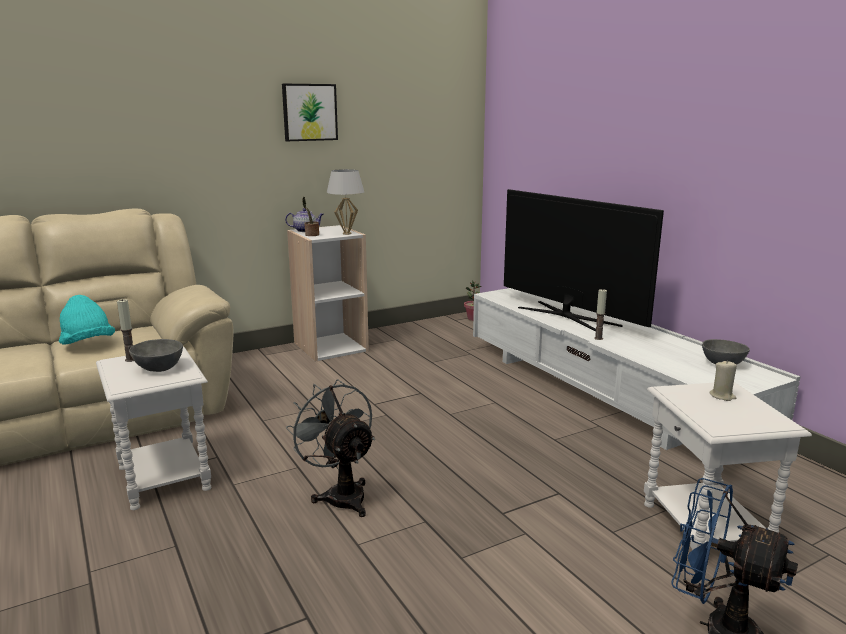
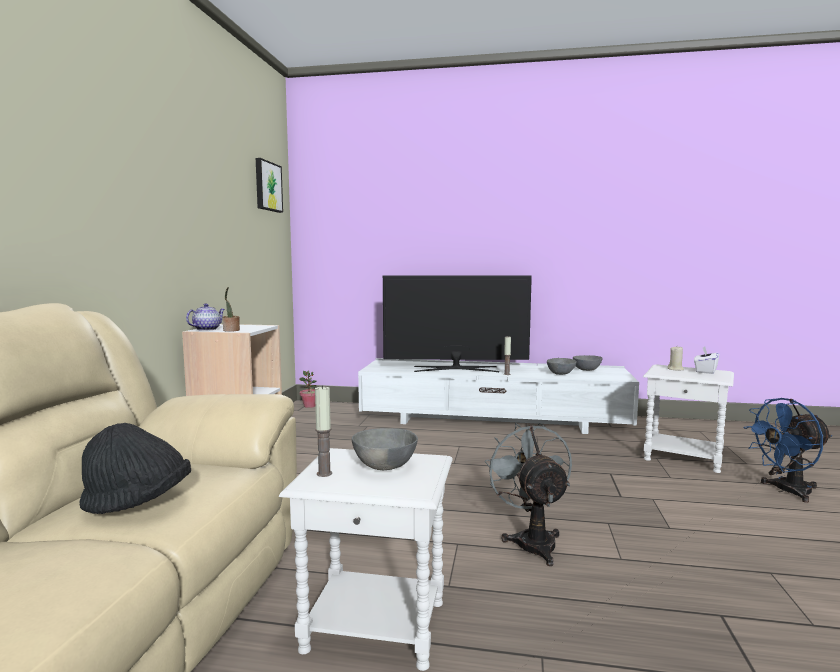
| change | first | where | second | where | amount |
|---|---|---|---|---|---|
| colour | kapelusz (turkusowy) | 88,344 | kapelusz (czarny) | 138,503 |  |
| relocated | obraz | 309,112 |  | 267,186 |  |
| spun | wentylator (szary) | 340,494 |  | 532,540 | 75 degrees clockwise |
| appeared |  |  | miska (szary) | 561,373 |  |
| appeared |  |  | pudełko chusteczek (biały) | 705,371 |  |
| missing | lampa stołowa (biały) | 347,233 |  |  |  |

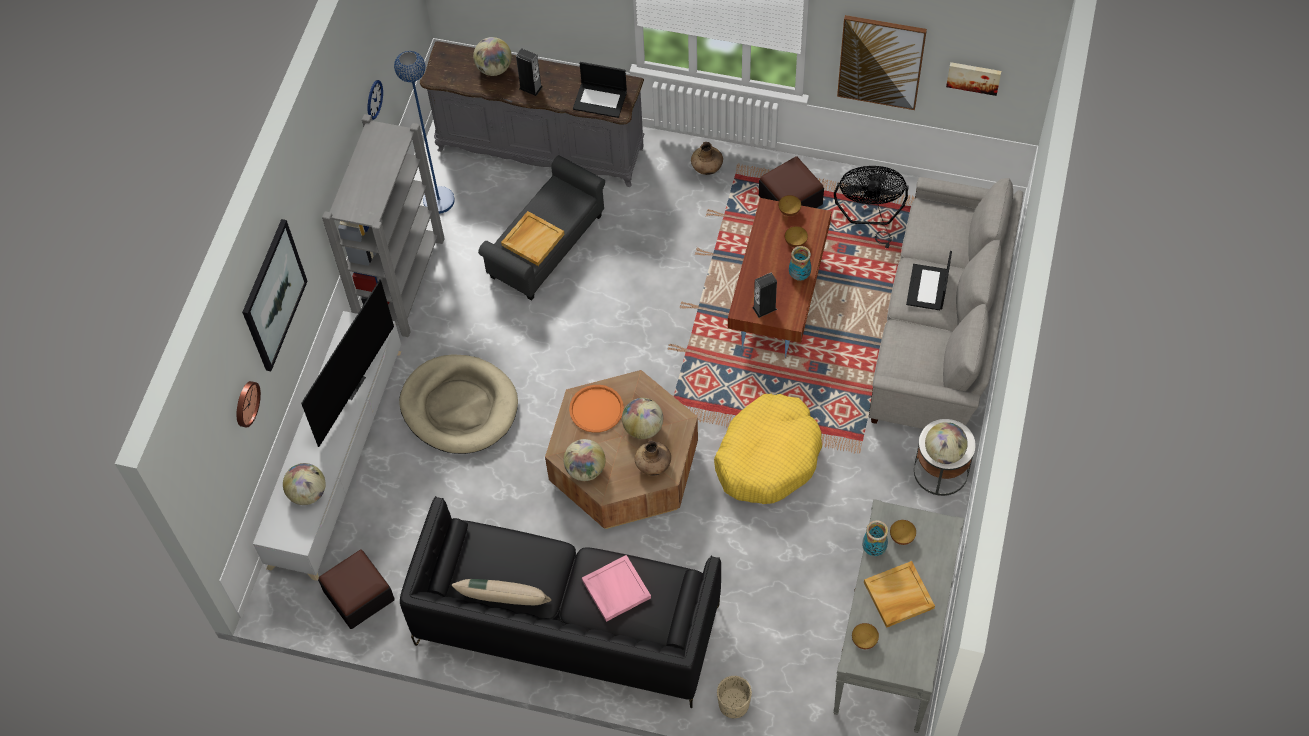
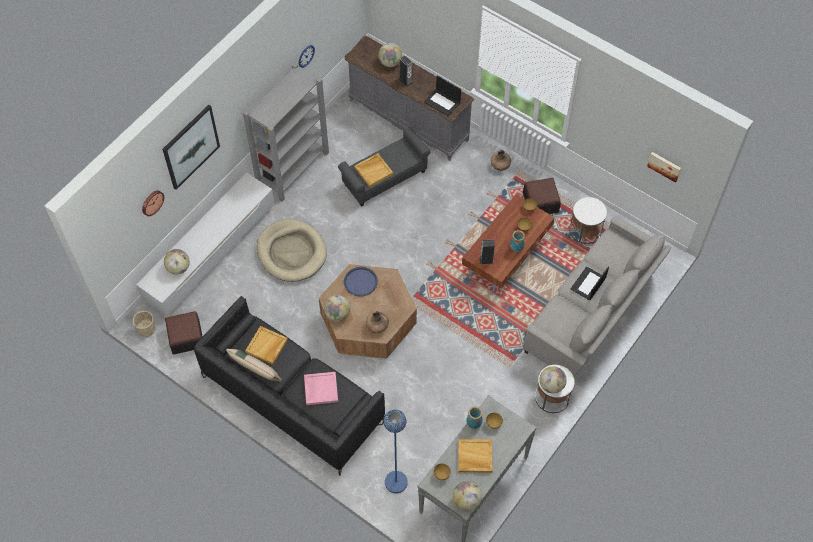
| change | first | where | second | where | amount |
|---|---|---|---|---|---|
| relocated | donica (beżowy) | 733,704 |  | 146,329 |  |
| appeared |  |  | taca (beżowy) | 266,346 |  |
| colour | taca (pomarańczowy) | 596,409 | taca (niebieski) | 360,282 |  |
| relocated | lampa stojąca (niebieski) | 439,200 |  | 396,482 |  |
| relocated | globus | 643,428 |  | 466,500 |  |
| exchanged | wentylator (czarny) | 872,216 | stolik (biały) | 585,230 |  |
| missing | telewizor | 350,385 |  |  |  |
| missing | legowisko (żółty) | 768,456 |  |  |  |
| missing | obraz | 881,61 |  |  |  |

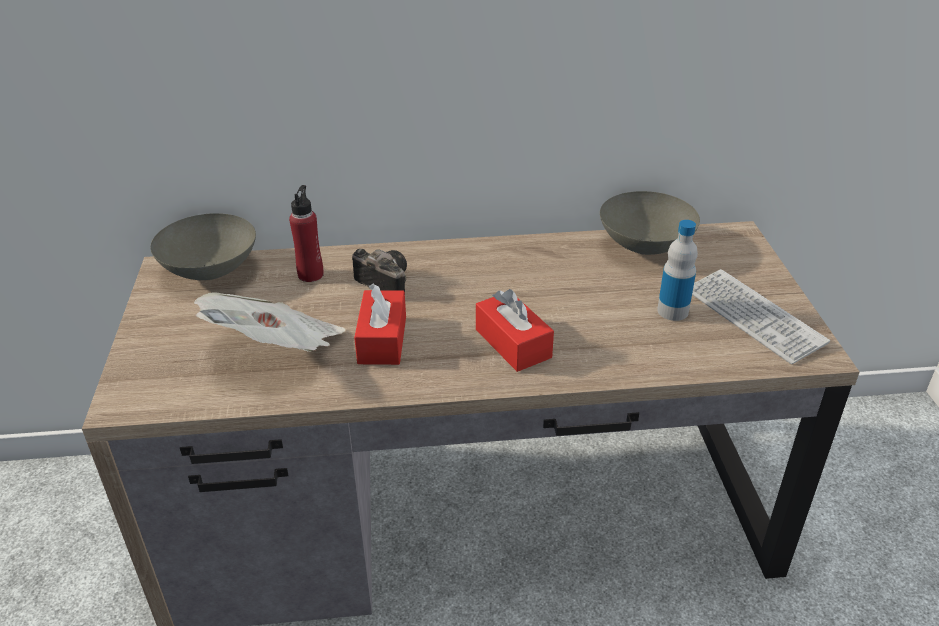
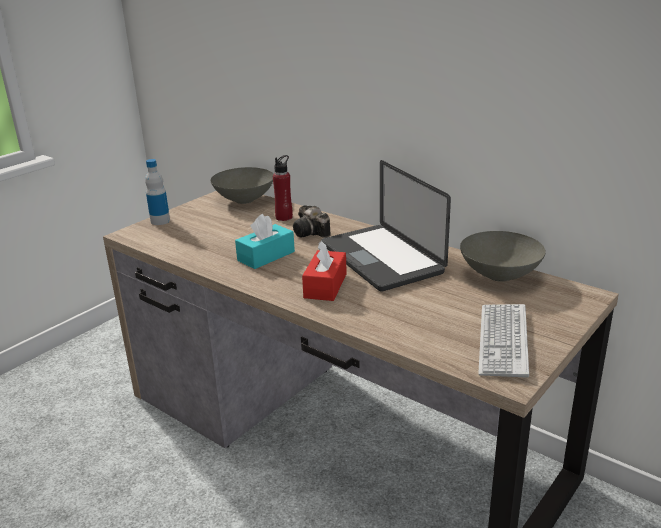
| change | first | where | second | where | amount |
|---|---|---|---|---|---|
| relocated | butelka | 672,311 |  | 160,221 |  |
| colour | pudełko chusteczek (czerwony) | 382,340 | pudełko chusteczek (turkusowy) | 266,256 |  |
| spun | aparat fotograficzny | 382,282 |  | 311,233 | 150 degrees clockwise |
| appeared |  |  | laptop | 381,258 |  |
| missing | gazeta | 278,350 |  |  |  |

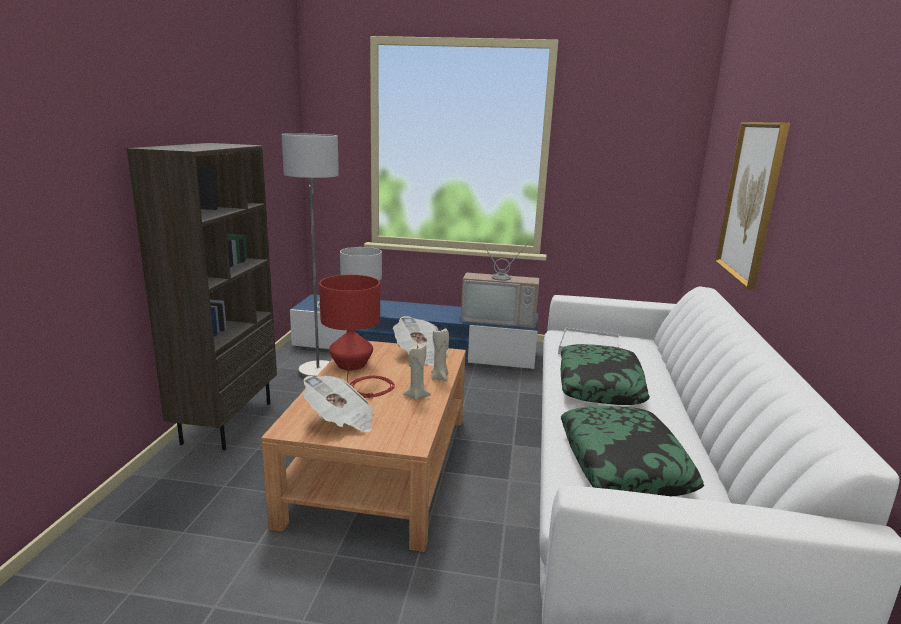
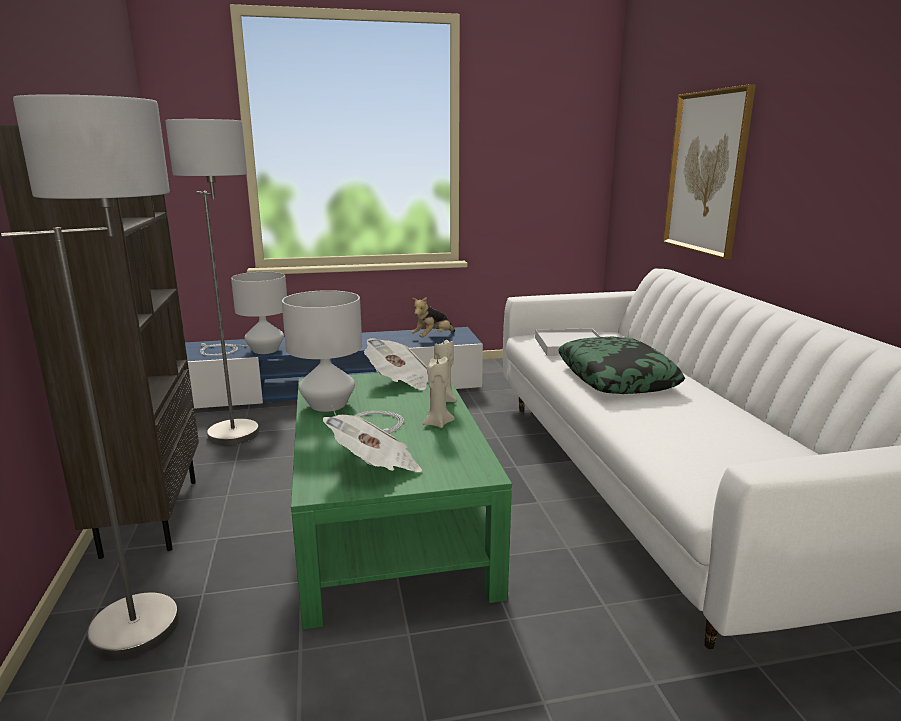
| change | first | where | second | where | amount |
|---|---|---|---|---|---|
| appeared |  |  | lampa stojąca (szary) | 161,618 |  |
| colour | lampa stołowa (czerwony) | 358,373 | lampa stołowa (biały) | 345,412 |  |
| colour | ława (brązowy) | 381,466 | ława (zielony) | 389,522 |  |
| exchanged | telewizor | 499,319 | pluszak | 433,338 |  |
| missing | poduszka | 623,463 |  |  |  |

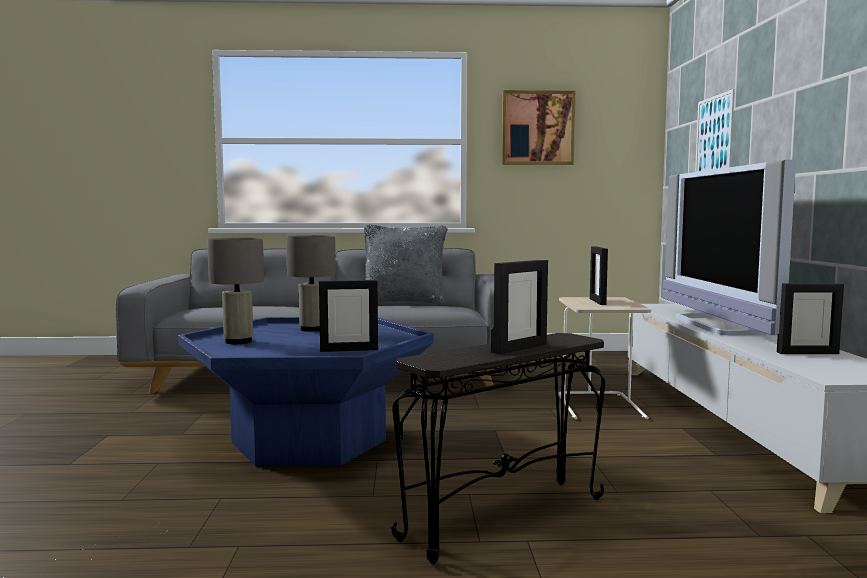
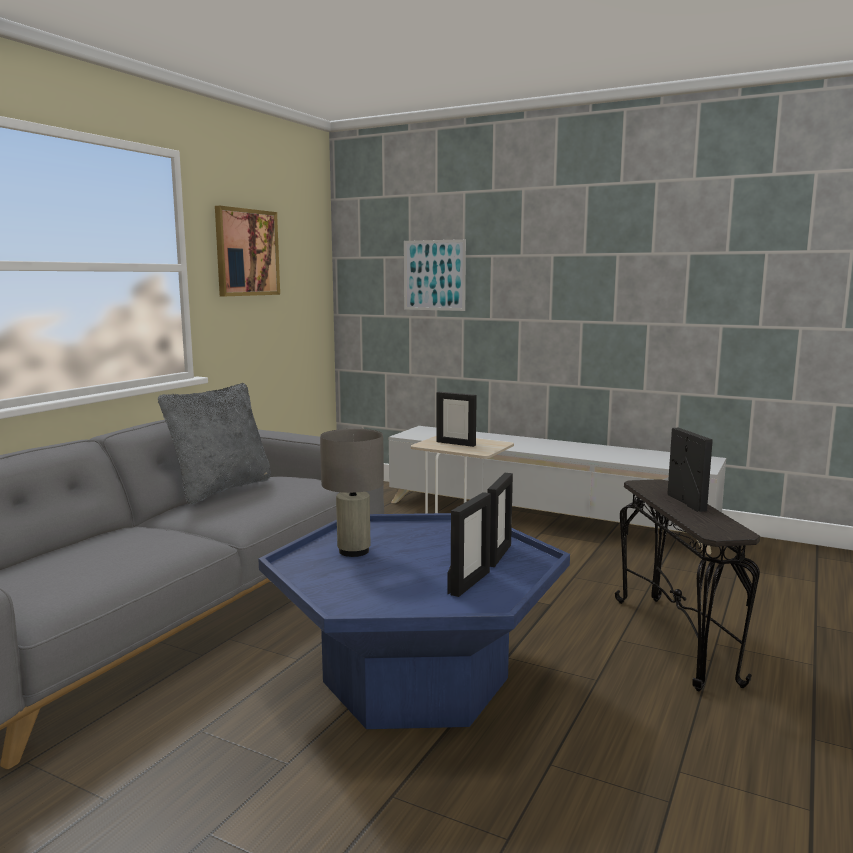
| change | first | where | second | where | amount |
|---|---|---|---|---|---|
| relocated | ramka na zdjęcie | 807,353 |  | 469,582 |  |
| missing | lampa stołowa (szary) | 238,342 |  |  |  |
| missing | telewizor | 716,325 |  |  |  |

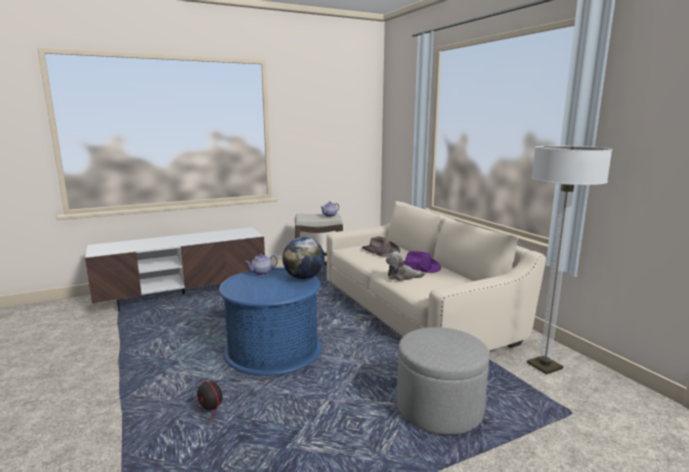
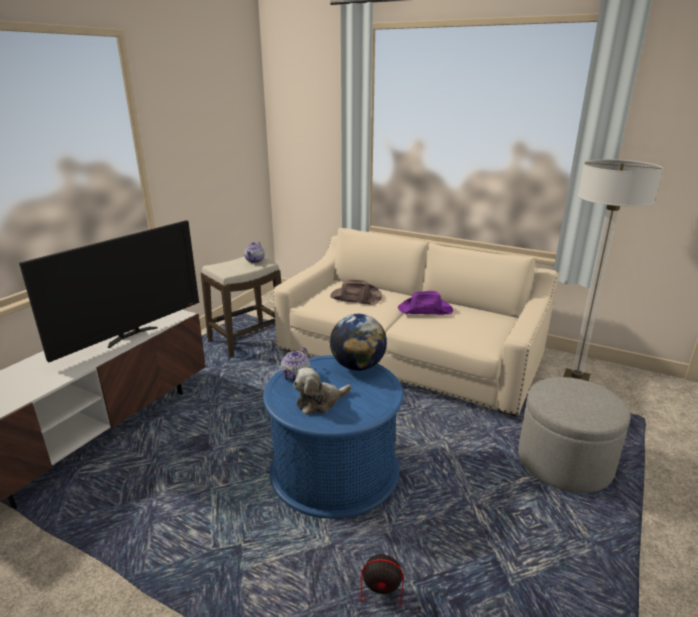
| change | first | where | second | where | amount |
|---|---|---|---|---|---|
| appeared |  |  | telewizor | 131,335 |  |
| relocated | pluszak | 402,277 |  | 320,402 |  |

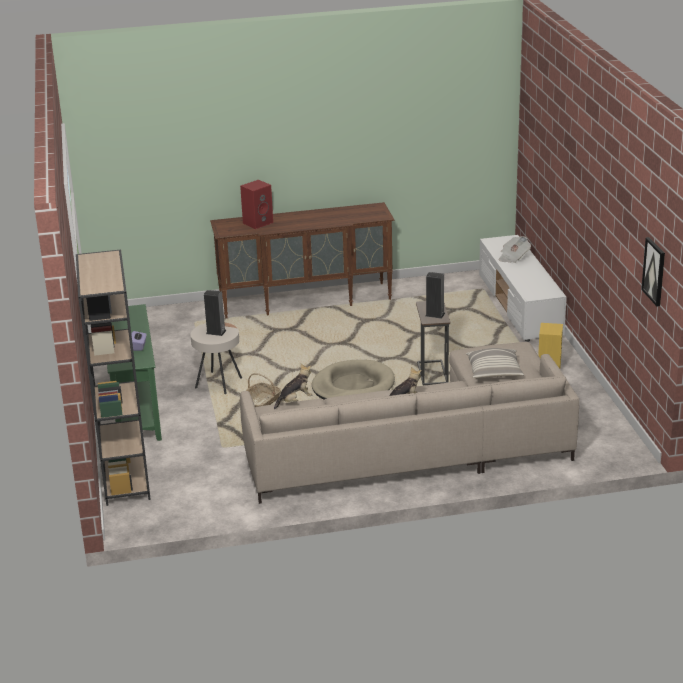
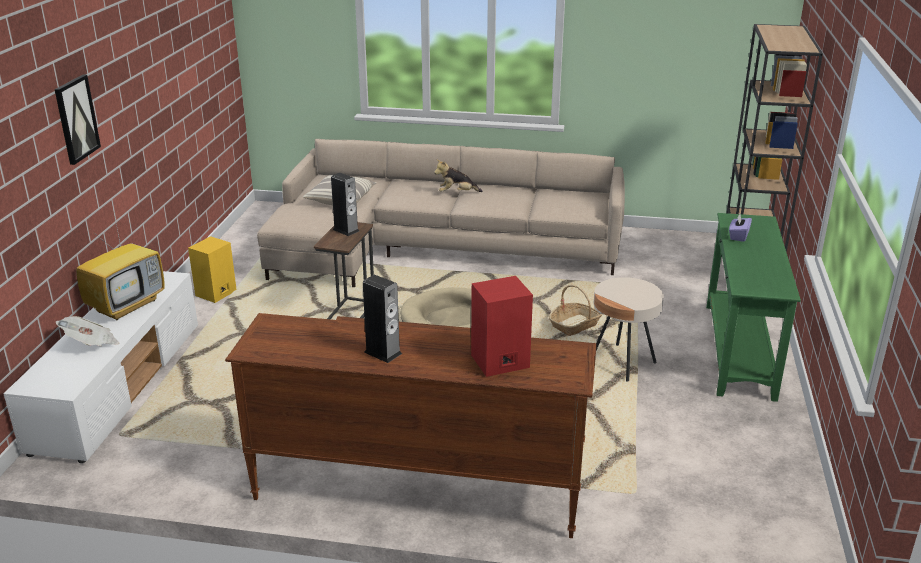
| change | first | where | second | where | amount |
|---|---|---|---|---|---|
| relocated | obraz | 654,271 |  | 76,119 |  |
| appeared |  |  | telewizor | 127,305 |  |
| relocated | głośnik | 216,332 |  | 383,353 |  |
| missing | pluszak | 295,401 |  |  |  |

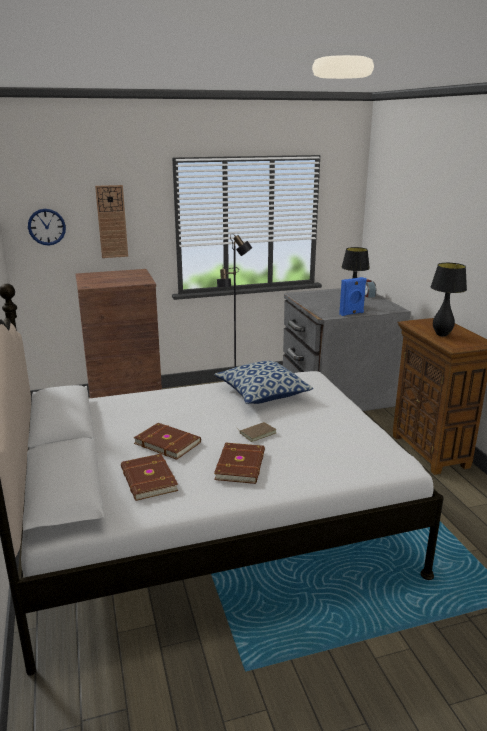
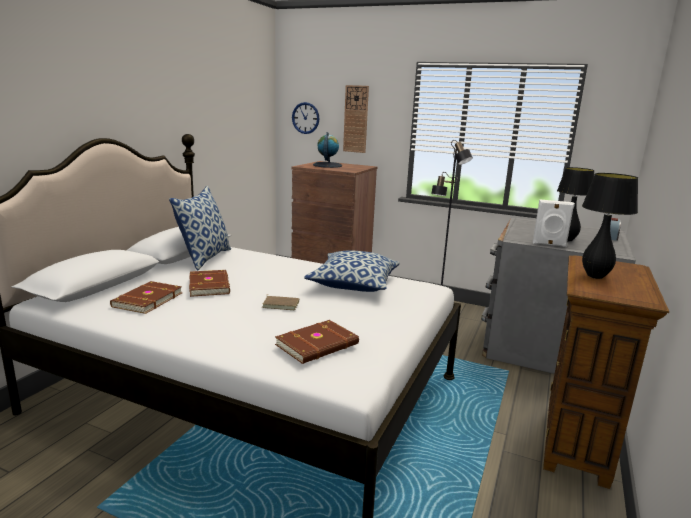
| change | first | where | second | where | amount |
|---|---|---|---|---|---|
| appeared |  |  | poduszka | 204,258 |  |
| relocated | książka (brązowy) | 241,465 |  | 318,345 |  |
| appeared |  |  | globus | 327,165 |  |
| colour | głośnik (niebieski) | 352,313 | głośnik (biały) | 549,244 |  |

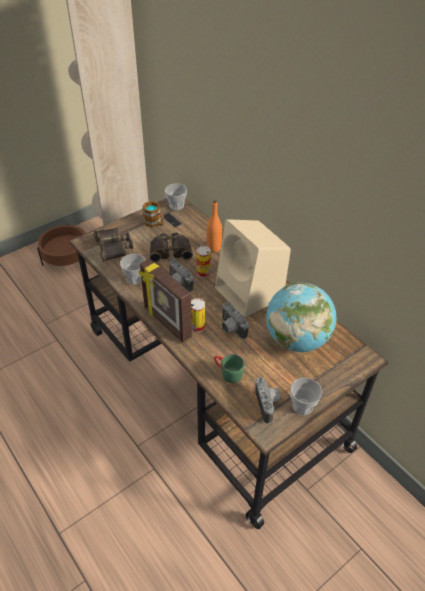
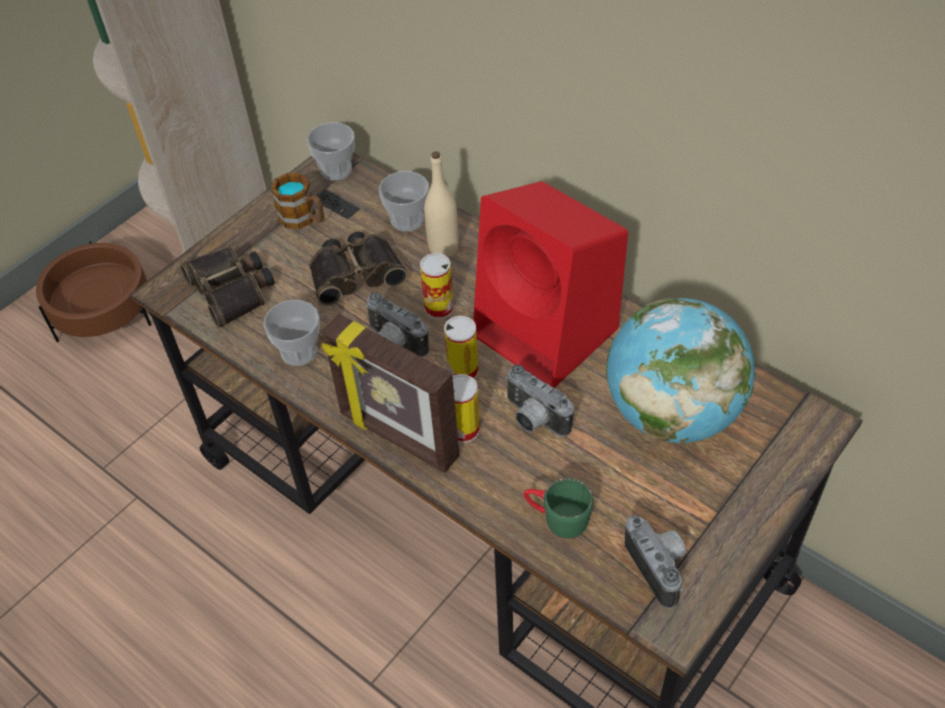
| change | first | where | second | where | amount |
|---|---|---|---|---|---|
| relocated | filiżanka | 302,406 |  | 407,220 |  |
| colour | butelka (pomarańczowy) | 214,248 | butelka (beżowy) | 443,248 |  |
| appeared |  |  | puszka | 463,371 |  |
| colour | głośnik (beżowy) | 250,293 | głośnik (czerwony) | 549,333 |  |

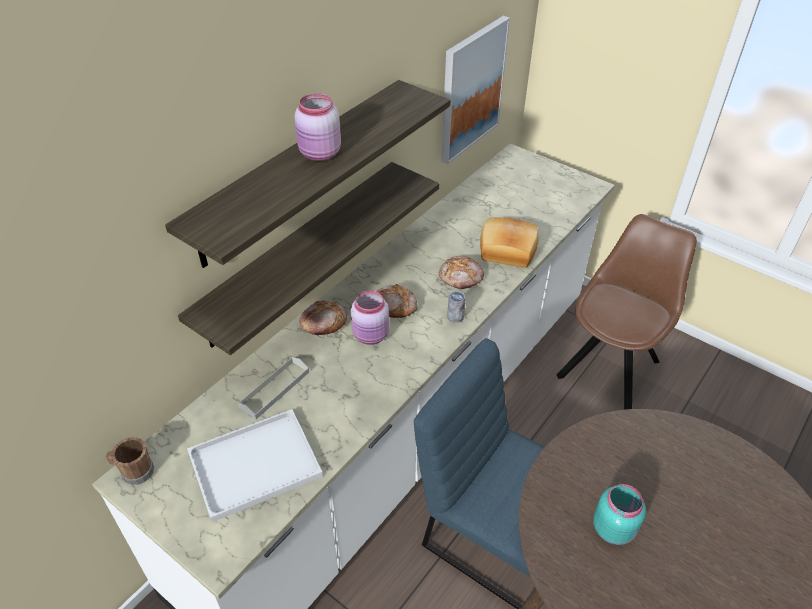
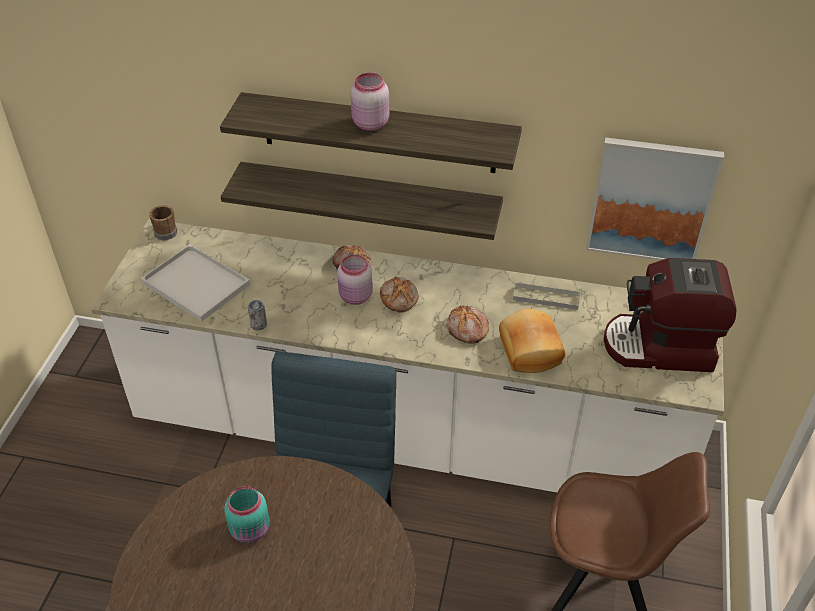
| change | first | where | second | where | amount |
|---|---|---|---|---|---|
| relocated | puszka | 455,317 |  | 258,325 |  |
| relocated | taca (szary) | 275,389 |  | 546,298 |  |
| appeared |  |  | ekspres do kawy | 660,348 |  |

